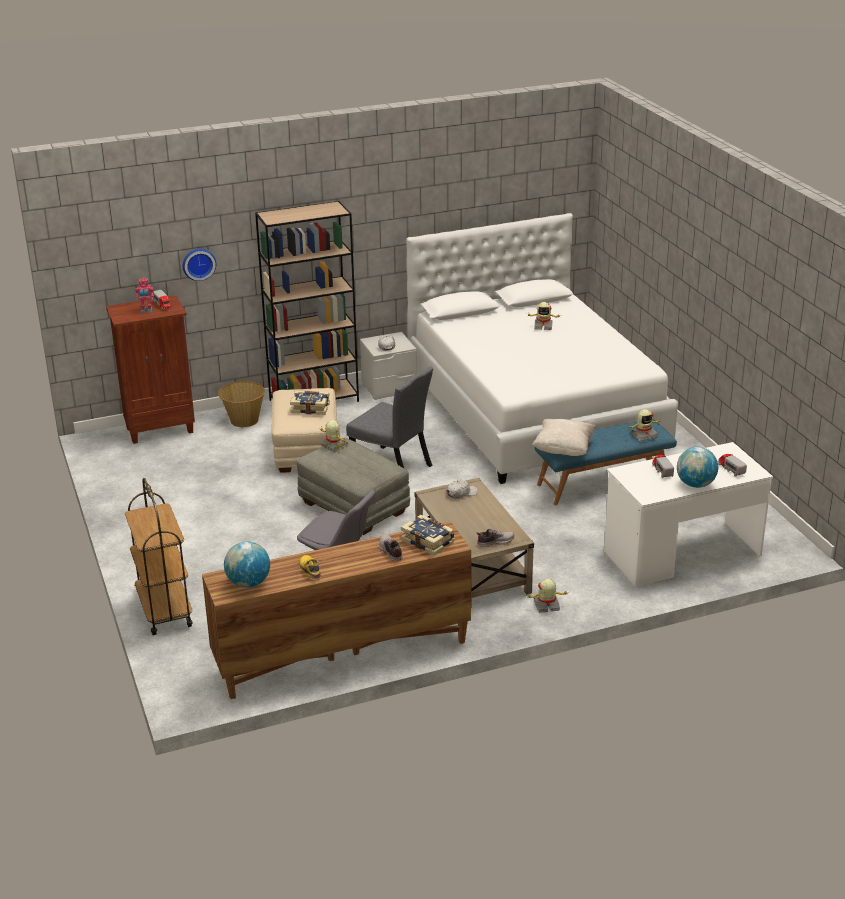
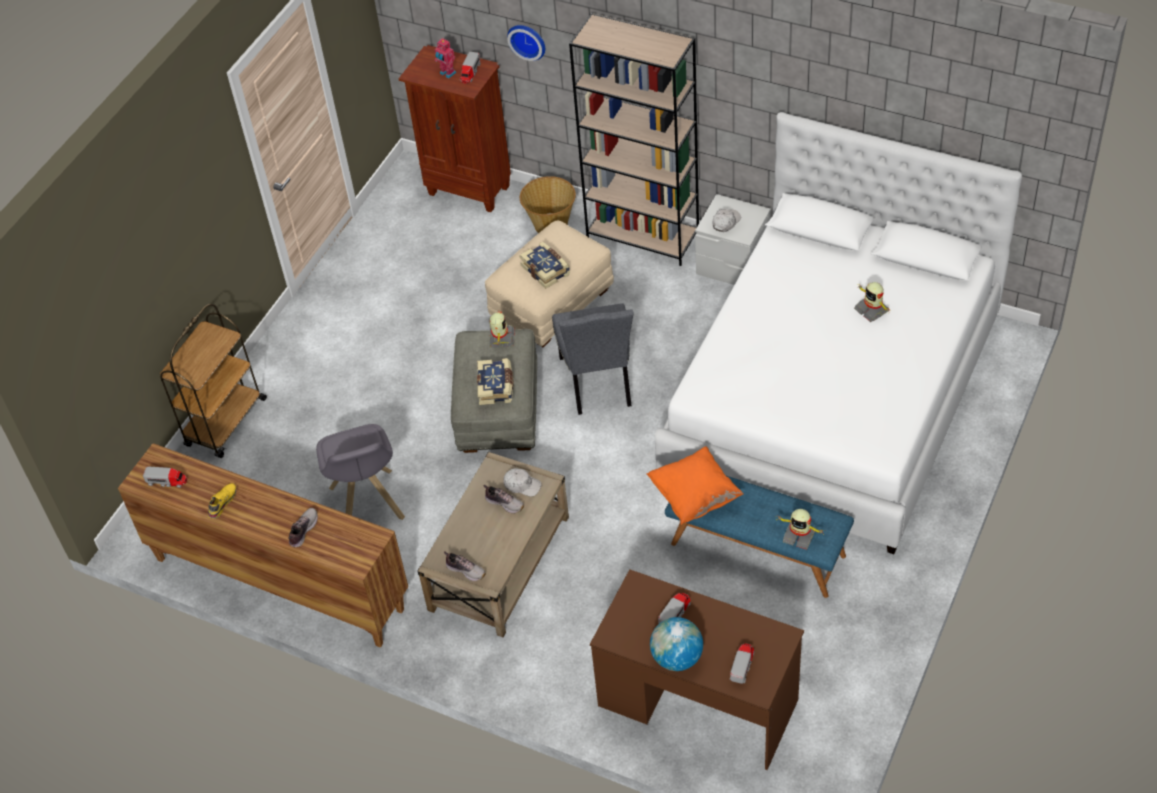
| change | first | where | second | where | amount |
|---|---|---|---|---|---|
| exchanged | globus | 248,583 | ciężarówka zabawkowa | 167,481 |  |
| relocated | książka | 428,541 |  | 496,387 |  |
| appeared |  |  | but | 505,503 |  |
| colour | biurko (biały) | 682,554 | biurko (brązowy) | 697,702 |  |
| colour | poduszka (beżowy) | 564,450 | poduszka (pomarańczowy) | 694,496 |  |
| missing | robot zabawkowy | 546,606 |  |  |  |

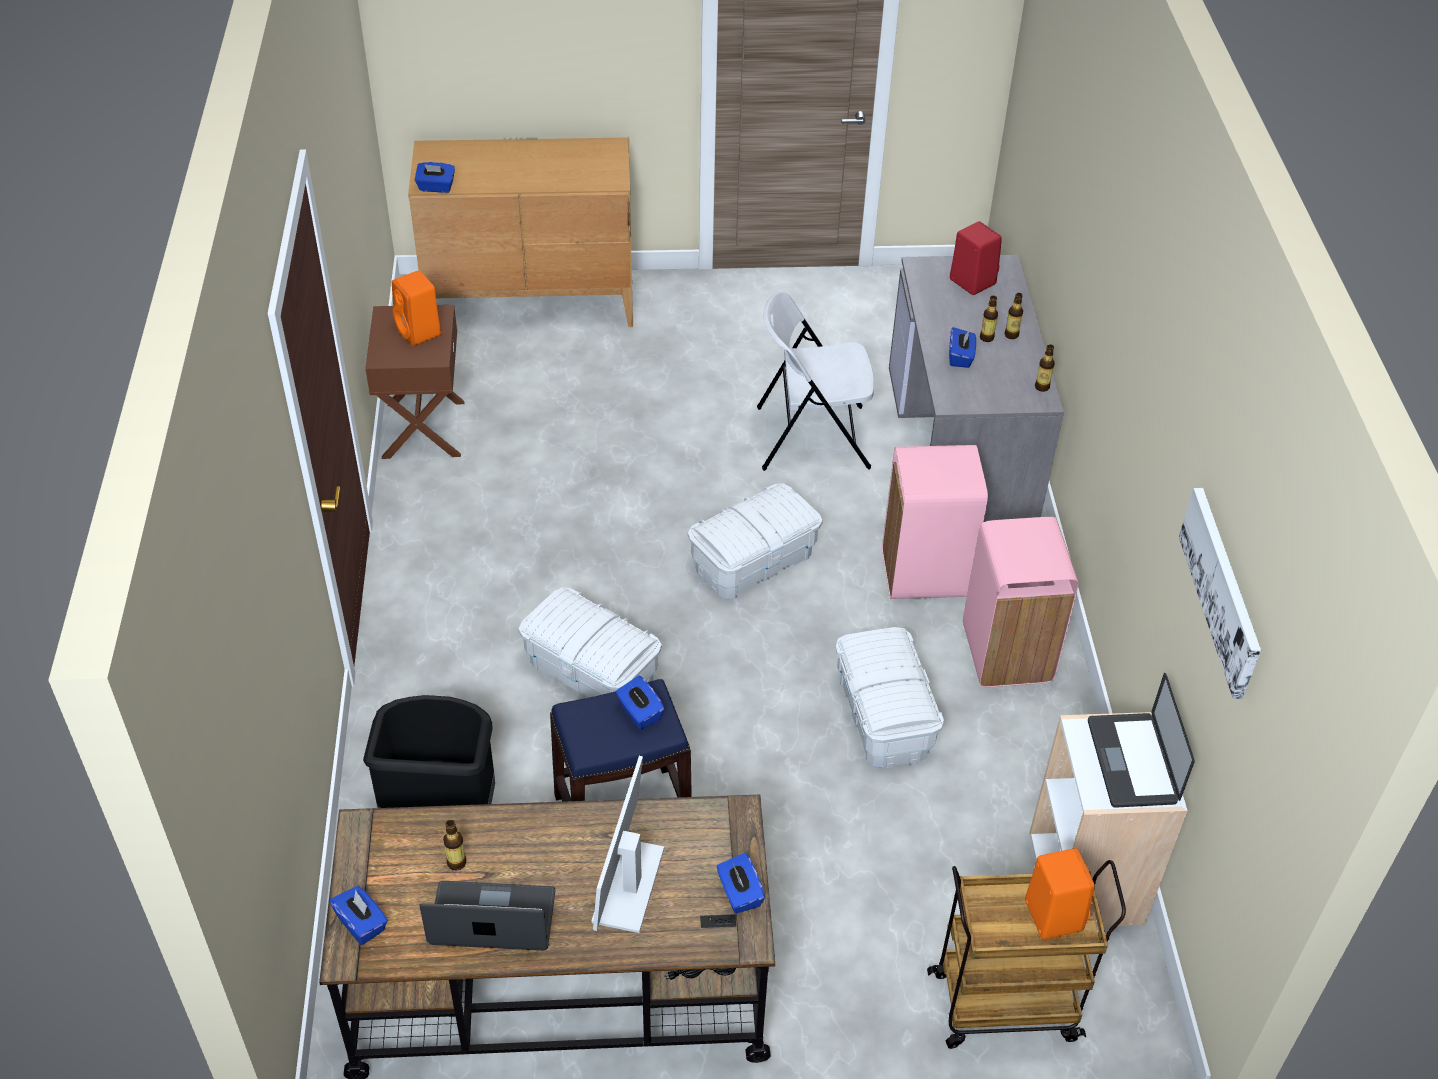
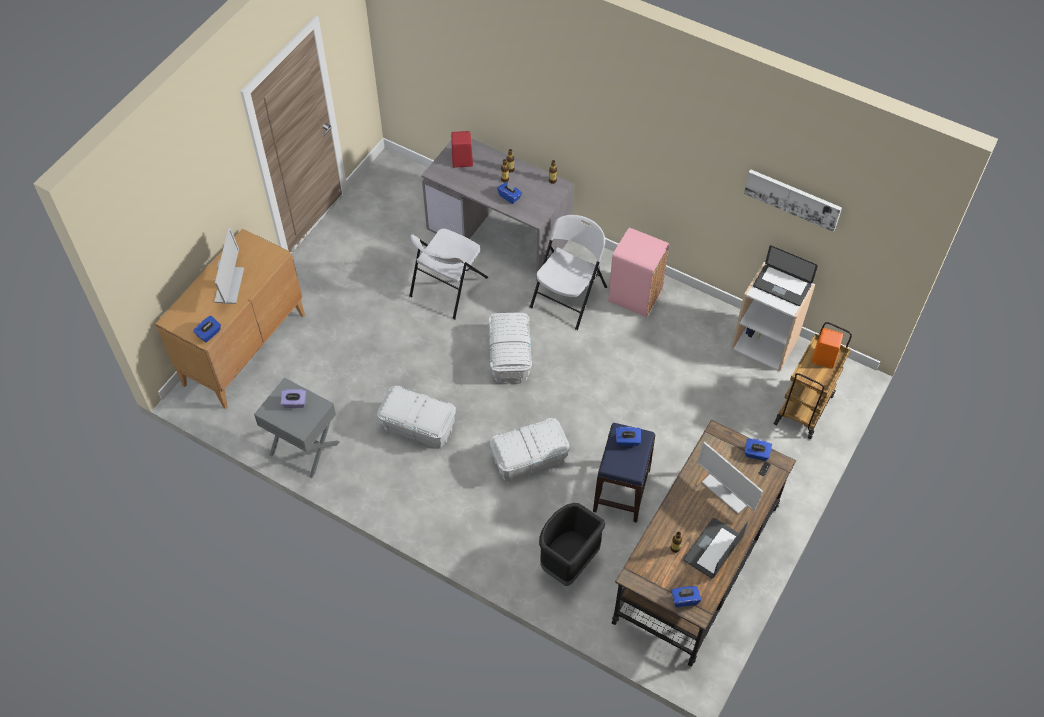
| change | first | where | second | where | amount |
|---|---|---|---|---|---|
| appeared |  |  | monitor | 229,285 |  |
| colour | szafka nocna (brązowy) | 422,429 | szafka nocna (szary) | 304,449 |  |
| exchanged | głośnik (pomarańczowy) | 420,332 | pudełko chusteczek (fioletowy) | 294,403 |  |
| relocated | pojemnik do przechowywania (biały) | 883,716 |  | 418,426 |  |
| exchanged | kosz na śmieci (różowy) | 925,574 | krzesło (biały) | 568,297 |  |

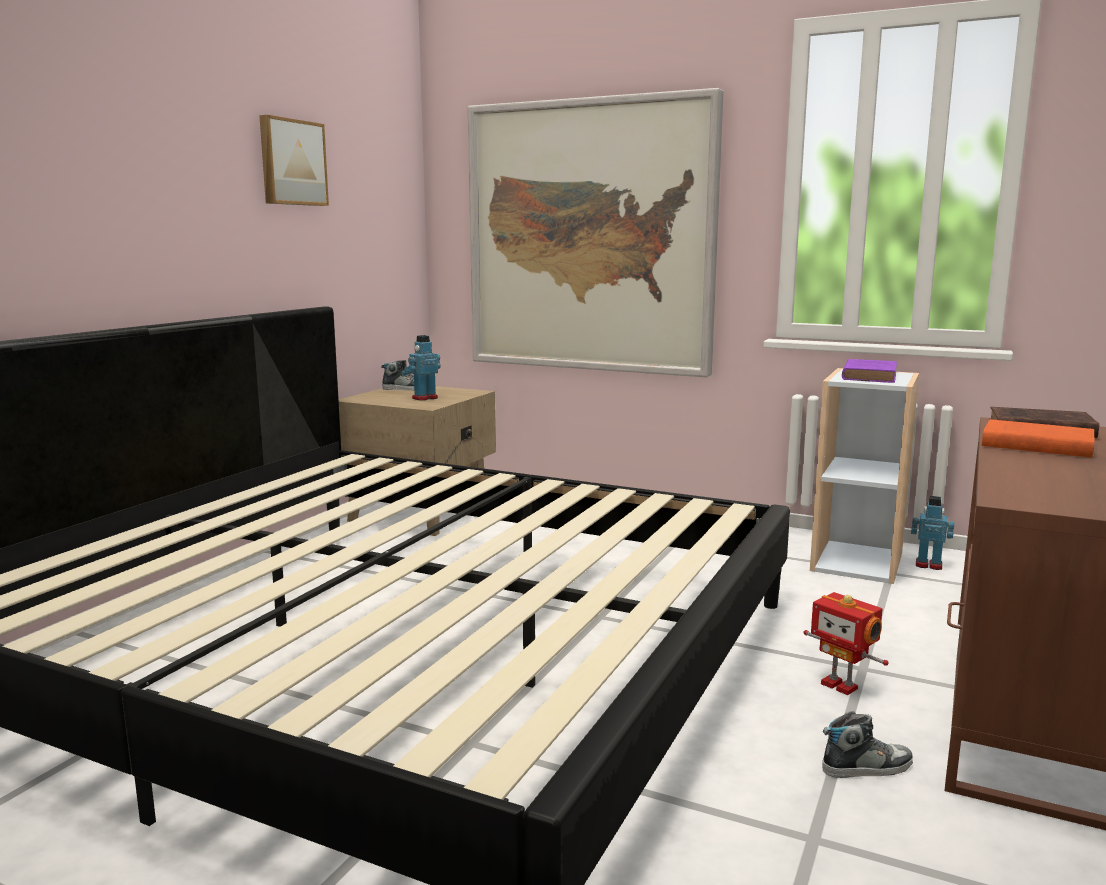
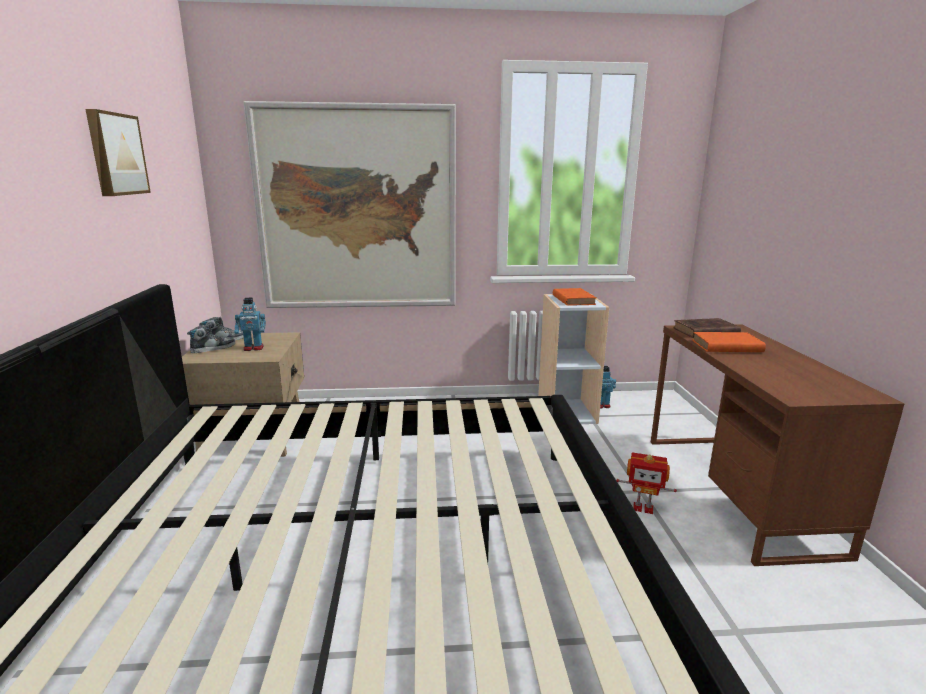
| change | first | where | second | where | amount |
|---|---|---|---|---|---|
| relocated | but | 866,767 |  | 213,348 |  |
| spun | robot zabawkowy | 424,398 |  | 253,348 | 120 degrees counterclockwise |
| colour | książka (fioletowy) | 869,376 | książka (pomarańczowy) | 573,300 |  |

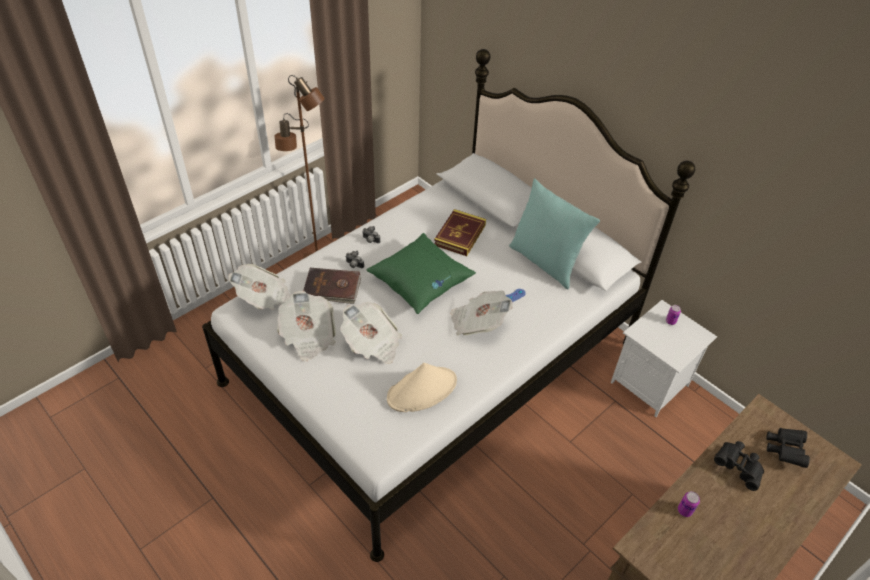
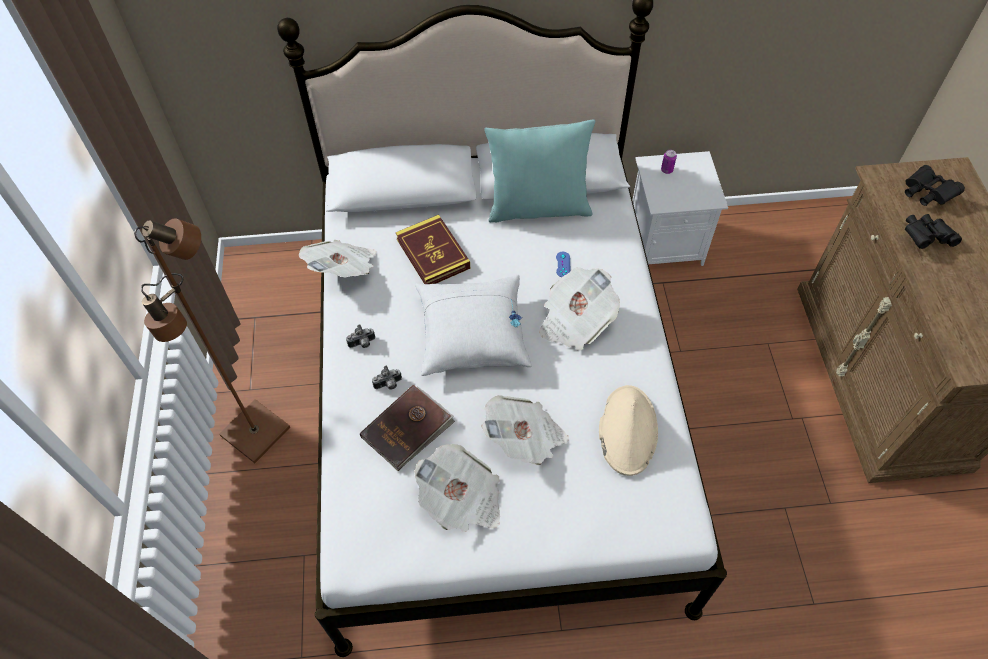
| change | first | where | second | where | amount |
|---|---|---|---|---|---|
| relocated | gazeta | 264,298 |  | 344,269 |  |
| colour | poduszka (zielony) | 420,282 | poduszka (szary) | 472,335 |  |
| missing | puszka | 684,510 |  |  |  |

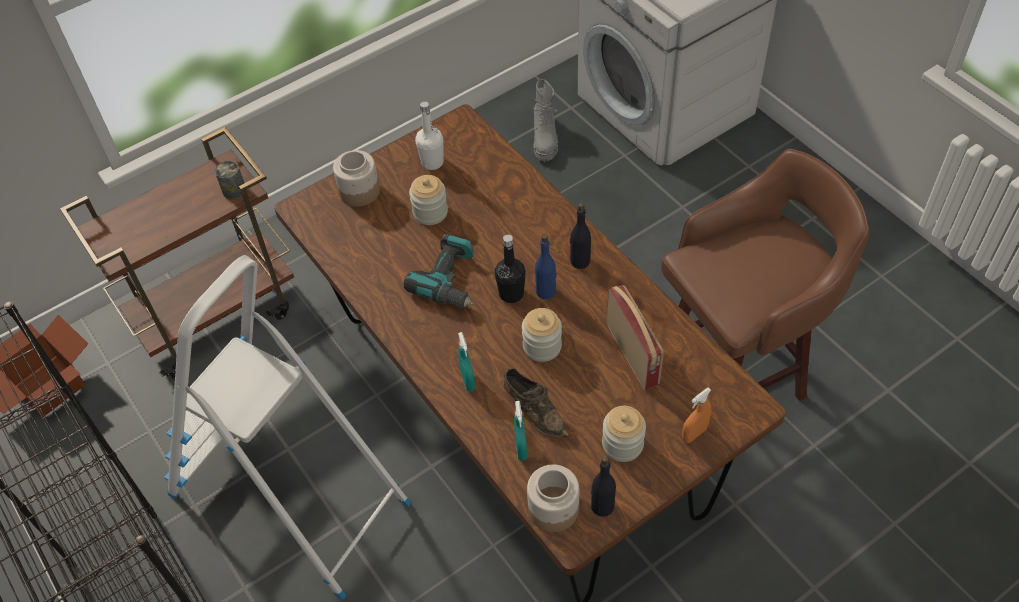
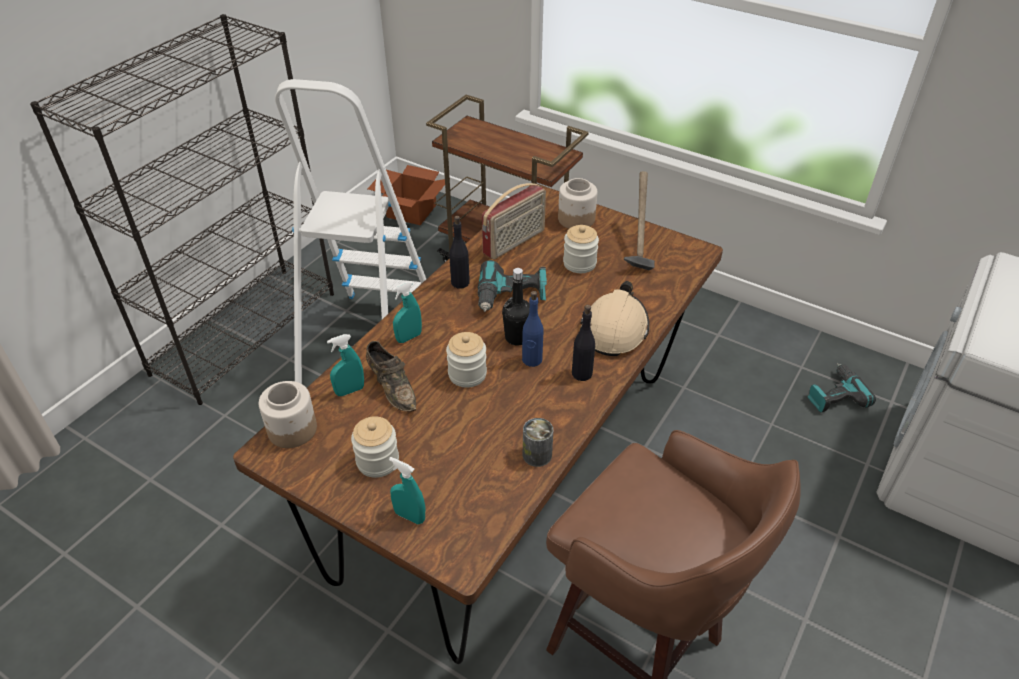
| change | first | where | second | where | amount |
|---|---|---|---|---|---|
| spun | but (brązowy) | 534,411 |  | 392,388 | 60 degrees counterclockwise |
| colour | spryskiwacz (pomarańczowy) | 694,434 | spryskiwacz (turkusowy) | 409,516 |  |
| relocated | butelka (czarny) | 602,506 |  | 460,282 |  |
| relocated | radio | 633,353 |  | 515,243 |  |
| relocated | puszka | 234,190 |  | 537,455 |  |
| appeared |  |  | kask (beżowy) | 614,329 |  |
| exchanged | butelka (biały) | 432,162 | młotek | 637,248 |  |
| exchanged | but z cholewką (szary) | 545,139 | wiertarka | 834,395 |  |

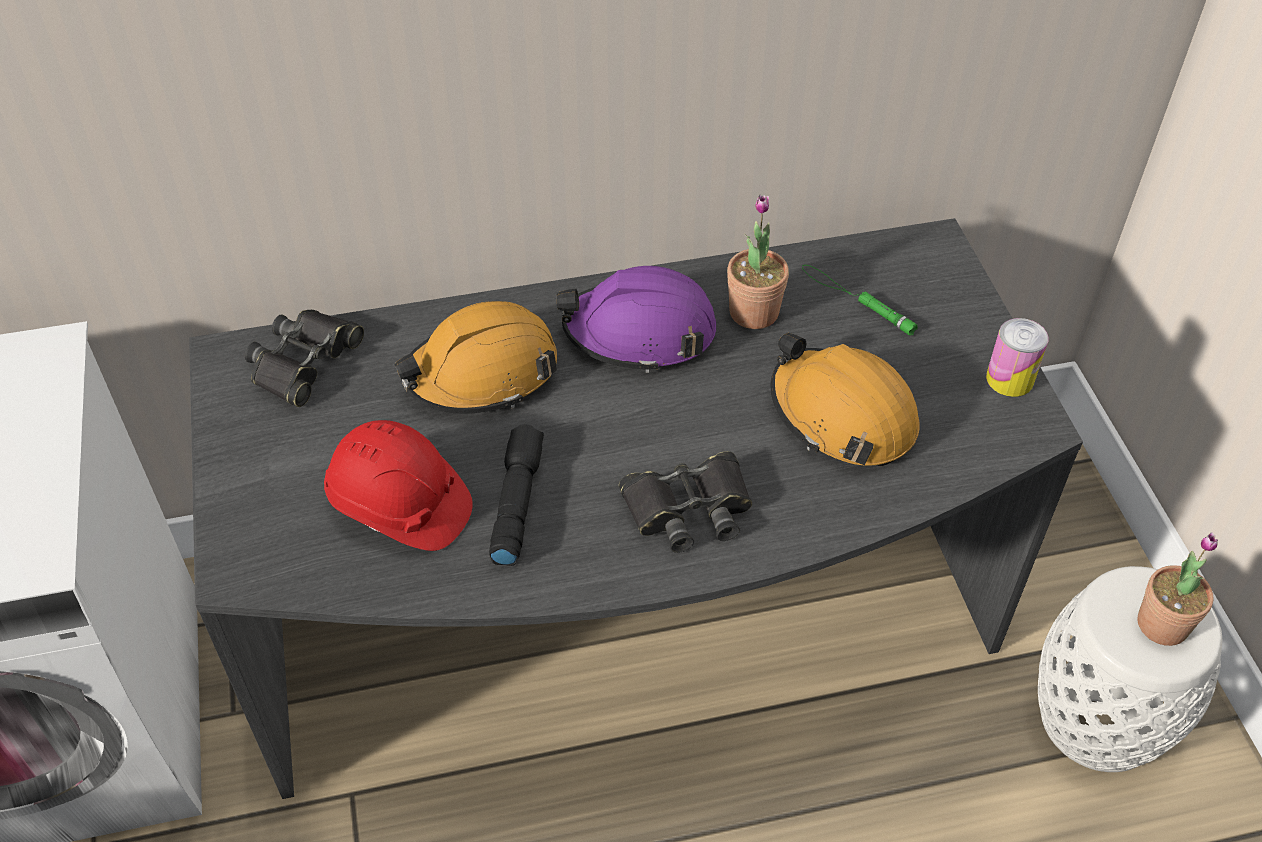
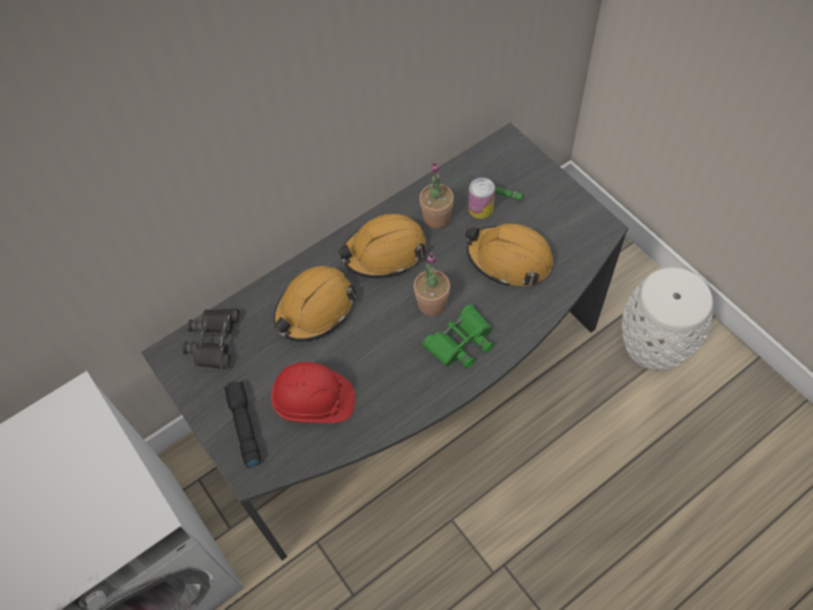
| change | first | where | second | where | amount |
|---|---|---|---|---|---|
| relocated | latarka (czarny) | 515,502 |  | 244,426 |  |
| colour | kask (fioletowy) | 640,333 | kask (pomarańczowy) | 384,252 |  |
| relocated | roślina doniczkowa | 1162,624 |  | 432,303 |  |
| colour | lornetka (czarny) | 688,508 | lornetka (zielony) | 460,342 |  |
| relocated | puszka | 1010,379 |  | 480,208 |  |

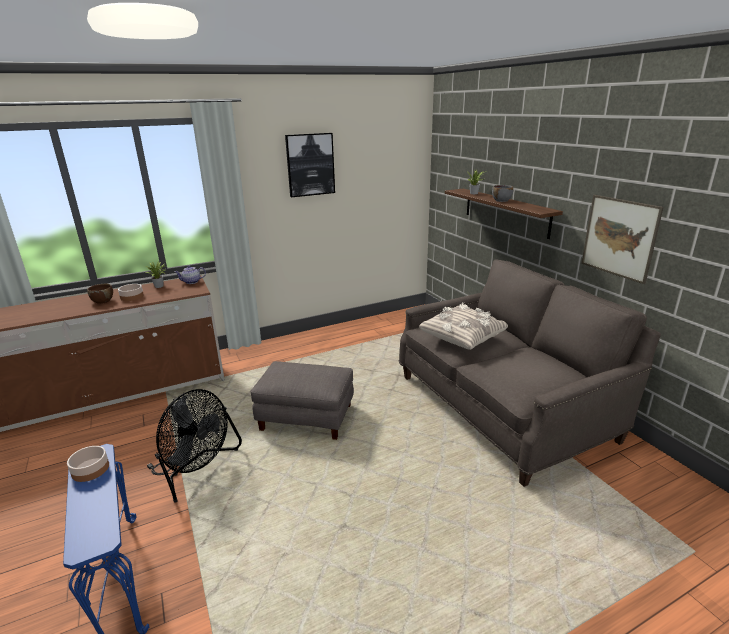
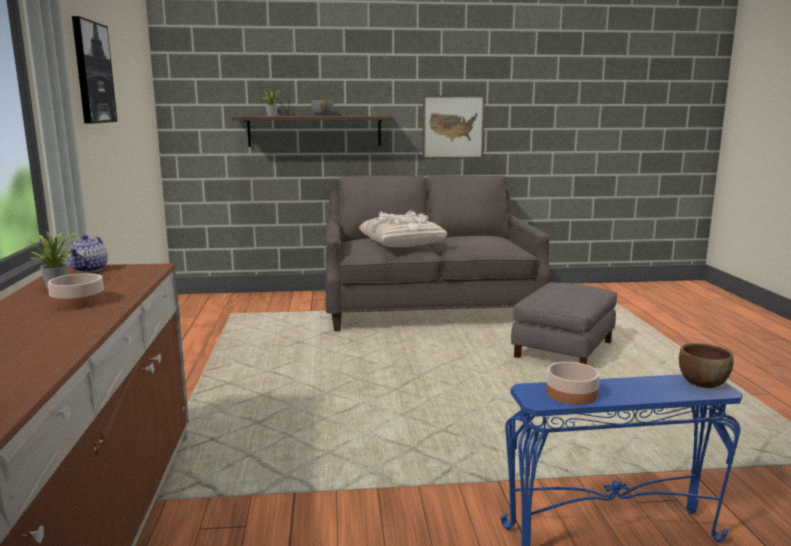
| change | first | where | second | where | amount |
|---|---|---|---|---|---|
| relocated | pufa (szary) | 307,417 |  | 563,349 |  |
| relocated | miska (brązowy) | 103,301 |  | 702,382 |  |
| missing | wentylator (czarny) | 194,470 |  |  |  |

